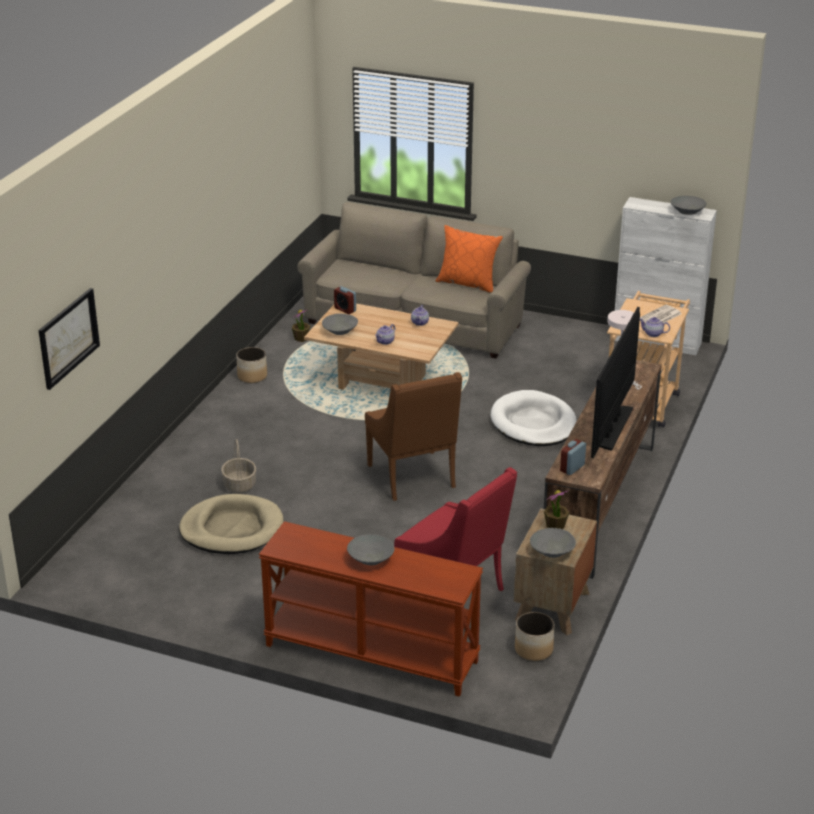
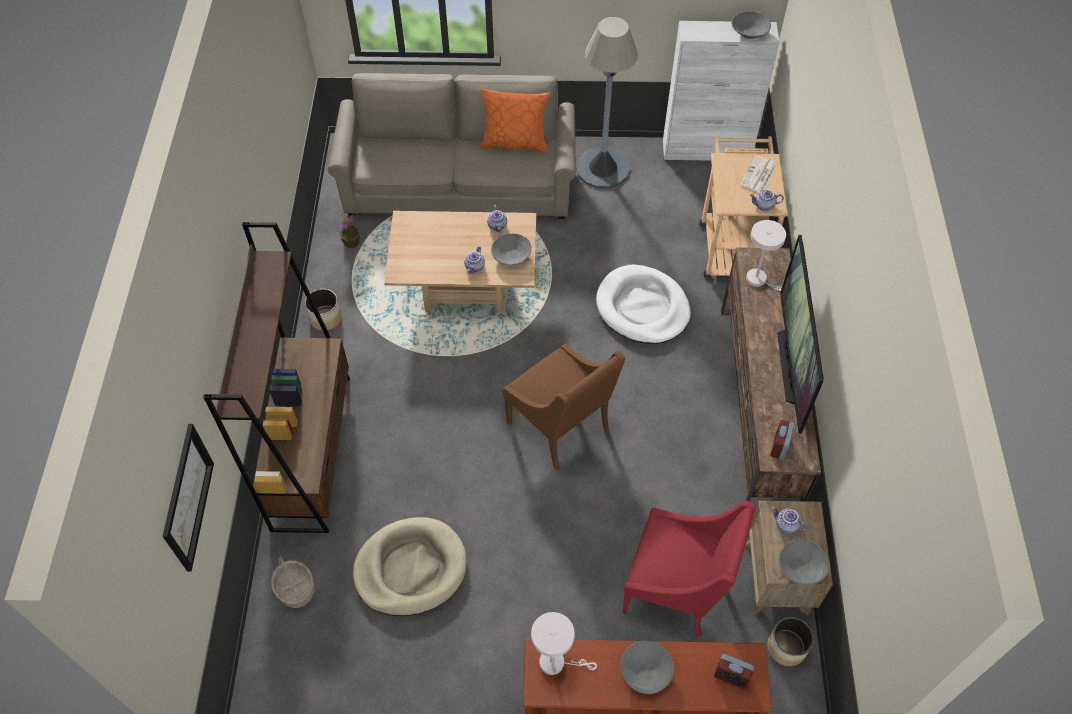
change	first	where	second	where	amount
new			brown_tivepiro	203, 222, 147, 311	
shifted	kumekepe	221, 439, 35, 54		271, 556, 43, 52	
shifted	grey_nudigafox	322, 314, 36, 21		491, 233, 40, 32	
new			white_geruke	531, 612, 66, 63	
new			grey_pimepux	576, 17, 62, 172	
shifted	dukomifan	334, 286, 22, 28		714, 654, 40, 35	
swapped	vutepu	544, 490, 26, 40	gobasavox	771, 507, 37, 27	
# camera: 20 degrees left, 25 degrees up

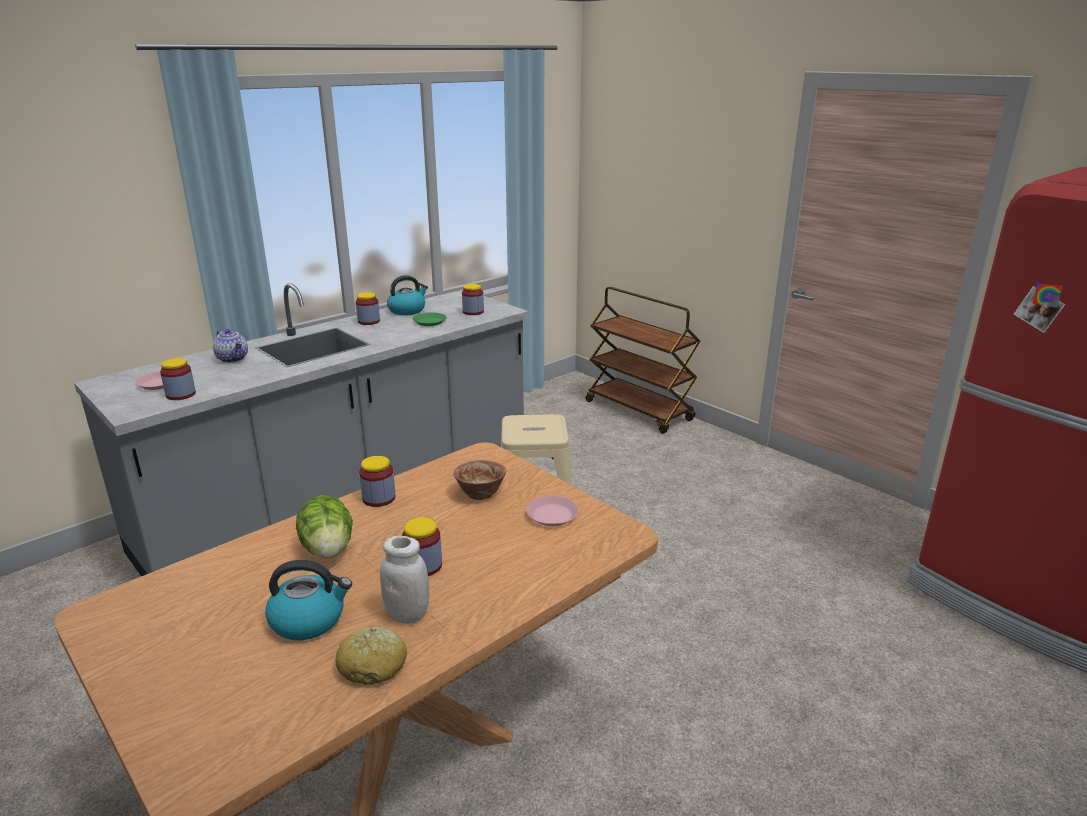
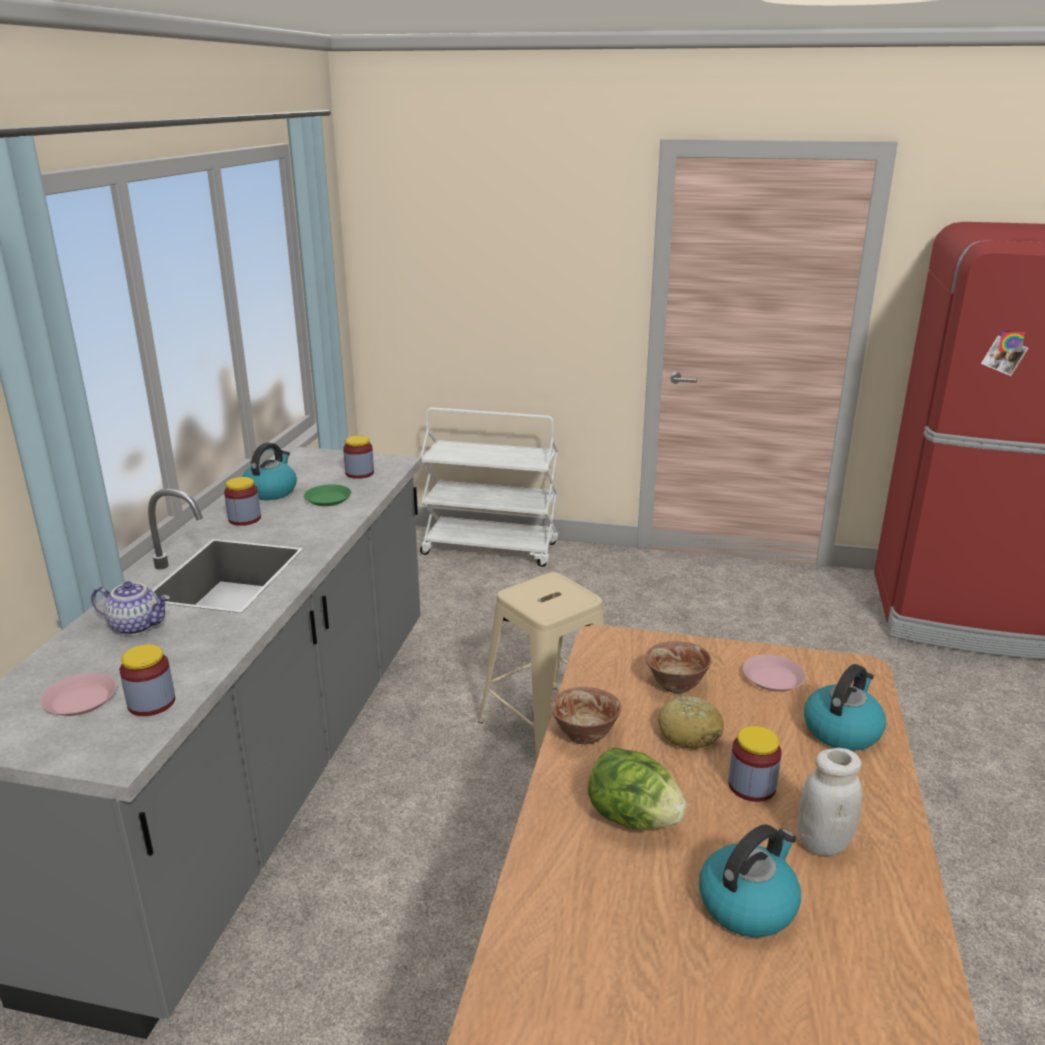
change	first	where	second	where	amount
repainted	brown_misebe	586, 287, 114, 147	white_misebe	420, 408, 138, 159	
swapped	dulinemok	359, 456, 36, 51	nudigafox	550, 687, 71, 57	
shifted	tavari	336, 627, 71, 58		658, 696, 66, 53	
new			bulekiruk	804, 664, 82, 87	
# camera: 35 degrees left, 0 degrees up

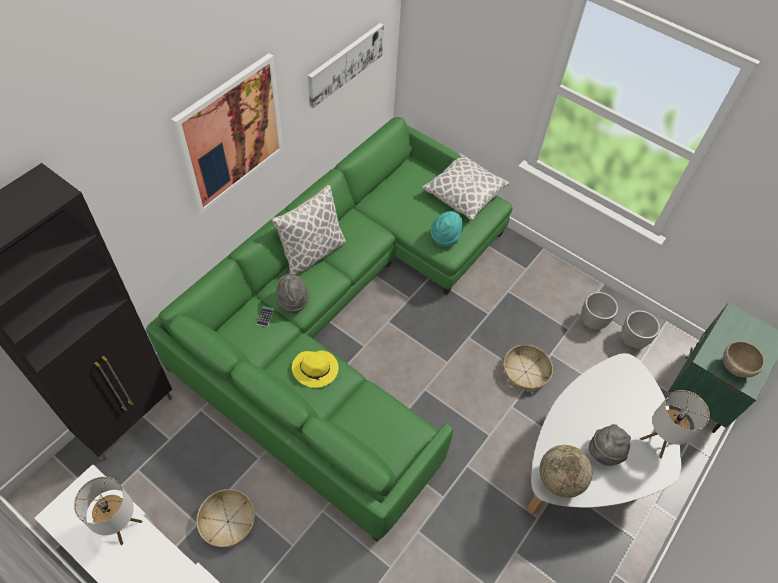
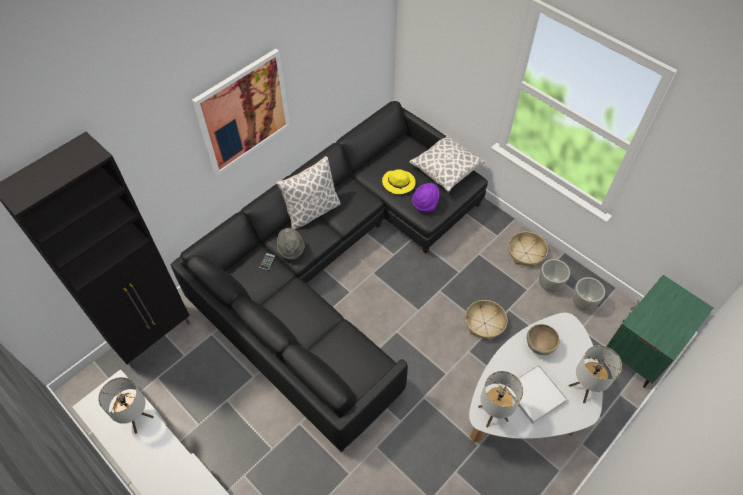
change	first	where	second	where	amount
repainted	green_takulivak	146, 117, 367, 425	black_takulivak	171, 101, 317, 351	
shifted	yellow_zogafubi	292, 350, 47, 38		382, 169, 34, 25	
repainted	turquoise_zogafubi	431, 211, 32, 36	purple_zogafubi	412, 183, 28, 30	
swapped	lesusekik	539, 445, 53, 53	geruke	478, 371, 45, 56	
swapped	grey_zogafubi	589, 424, 42, 42	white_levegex	504, 364, 64, 60	
shifted	kumekepe	197, 489, 58, 58		508, 232, 40, 36	
shifted	brown_nudigafox	723, 341, 41, 37		527, 324, 33, 31	
gone	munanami	308, 23, 76, 85			
# camera: 10 degrees right, 0 degrees up

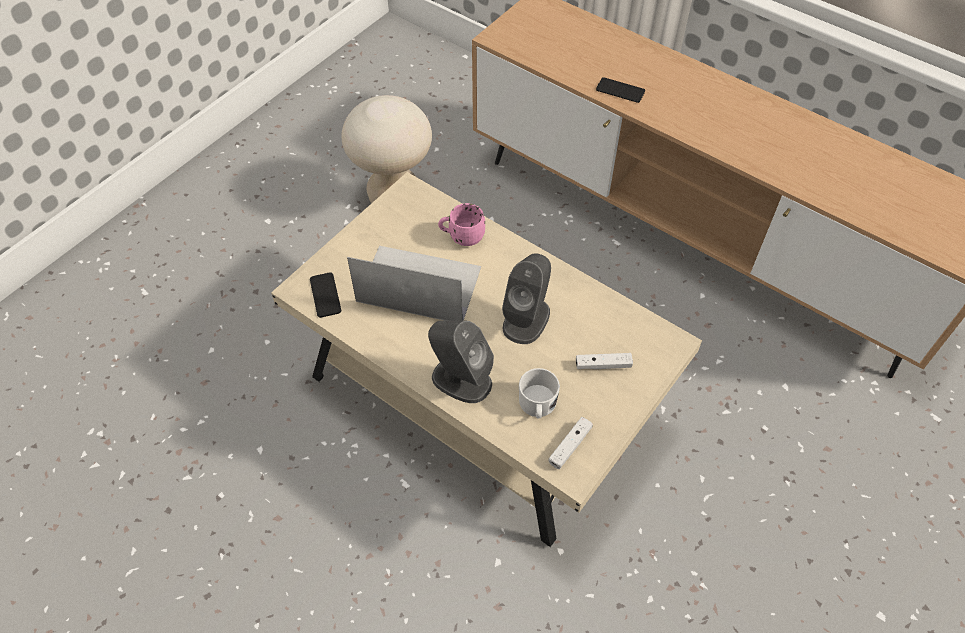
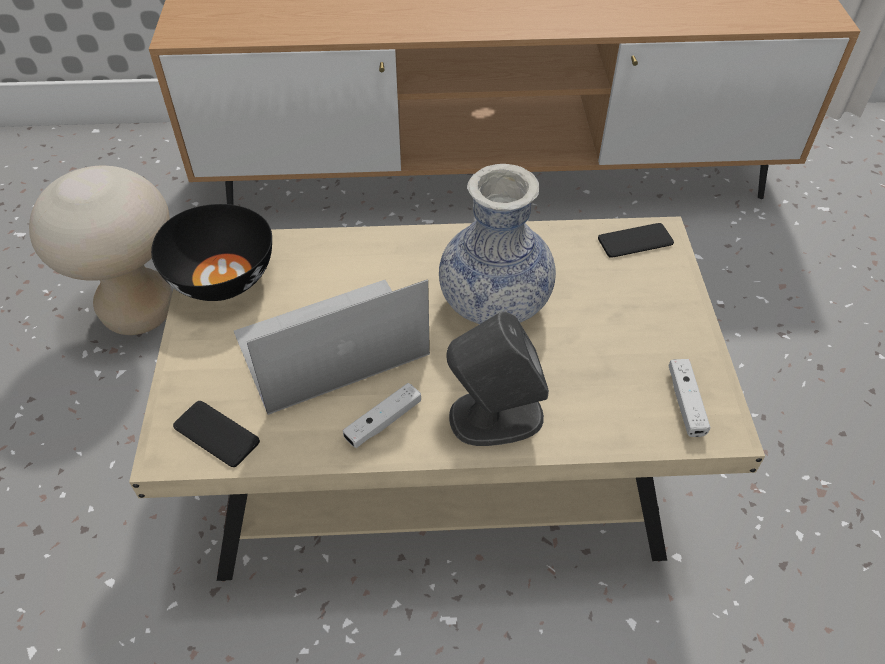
change	first	where	second	where	amount
new			black_nudigafox	151, 204, 121, 97	
shifted	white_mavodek	576, 353, 57, 16		343, 383, 78, 65	
swapped	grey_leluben	502, 253, 49, 91	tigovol	439, 164, 117, 160	
shifted	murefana	596, 77, 49, 26		598, 223, 76, 35	
gone	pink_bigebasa	438, 203, 47, 43			
gone	white_bigebasa	519, 368, 41, 51			
# camera: 40 degrees left, 5 degrees down

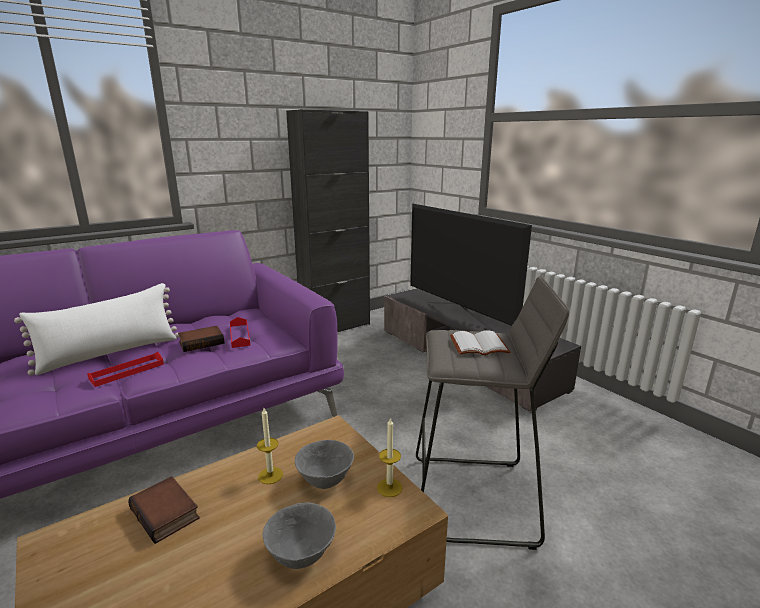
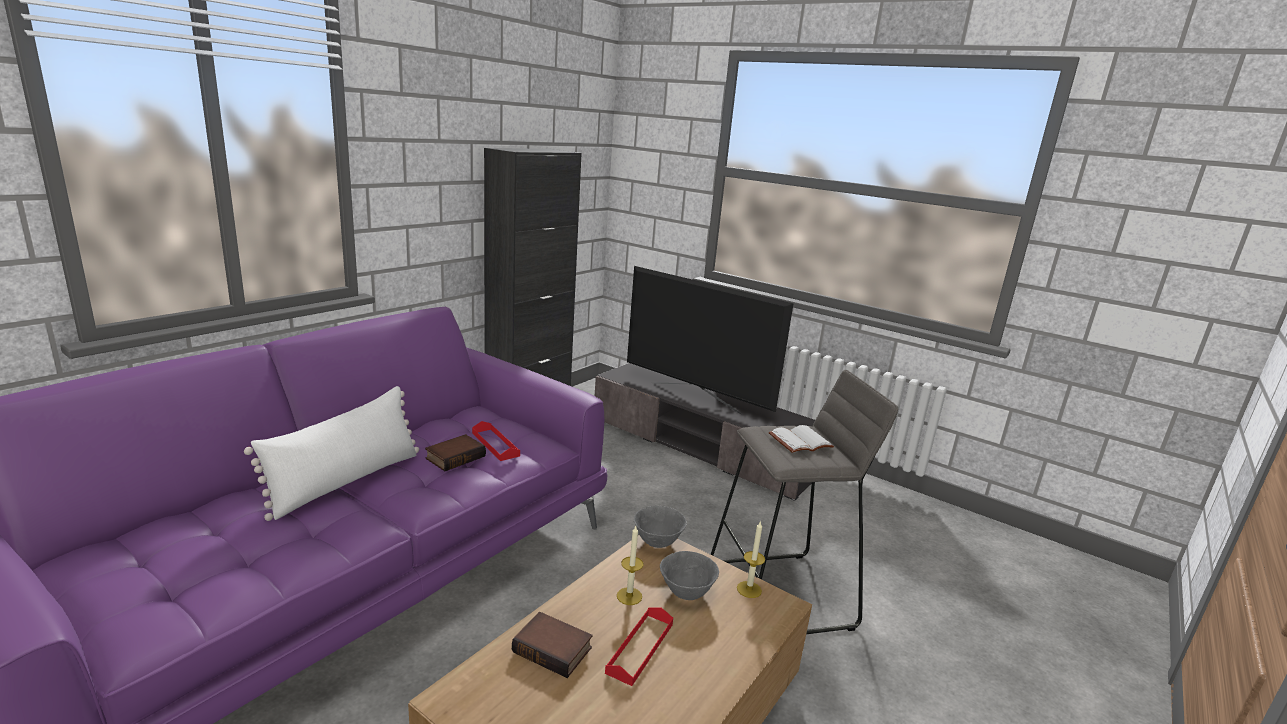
change	first	where	second	where	amount
shifted	red_levegex	87, 352, 77, 35		605, 607, 68, 79	
shifted	grey_nudigafox	262, 502, 74, 67		634, 506, 53, 42	
# camera: 20 degrees left, 0 degrees up

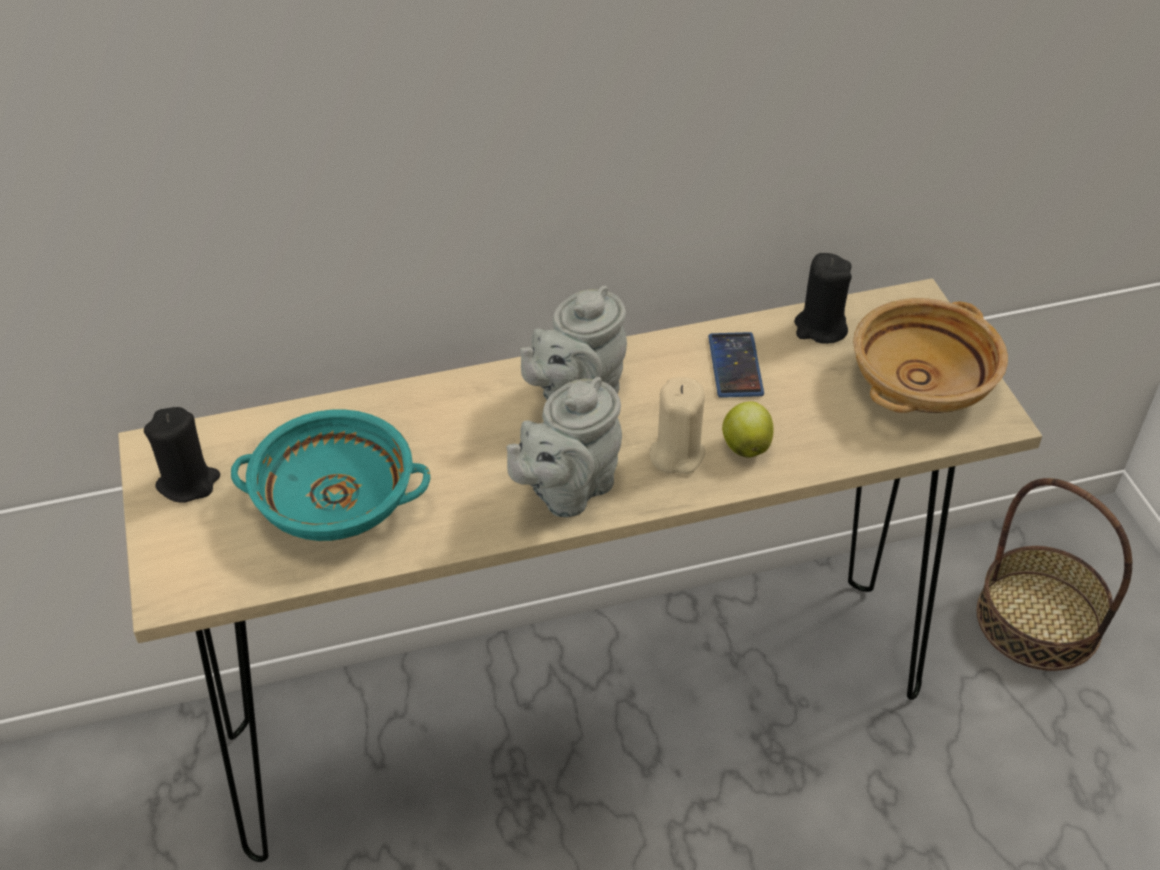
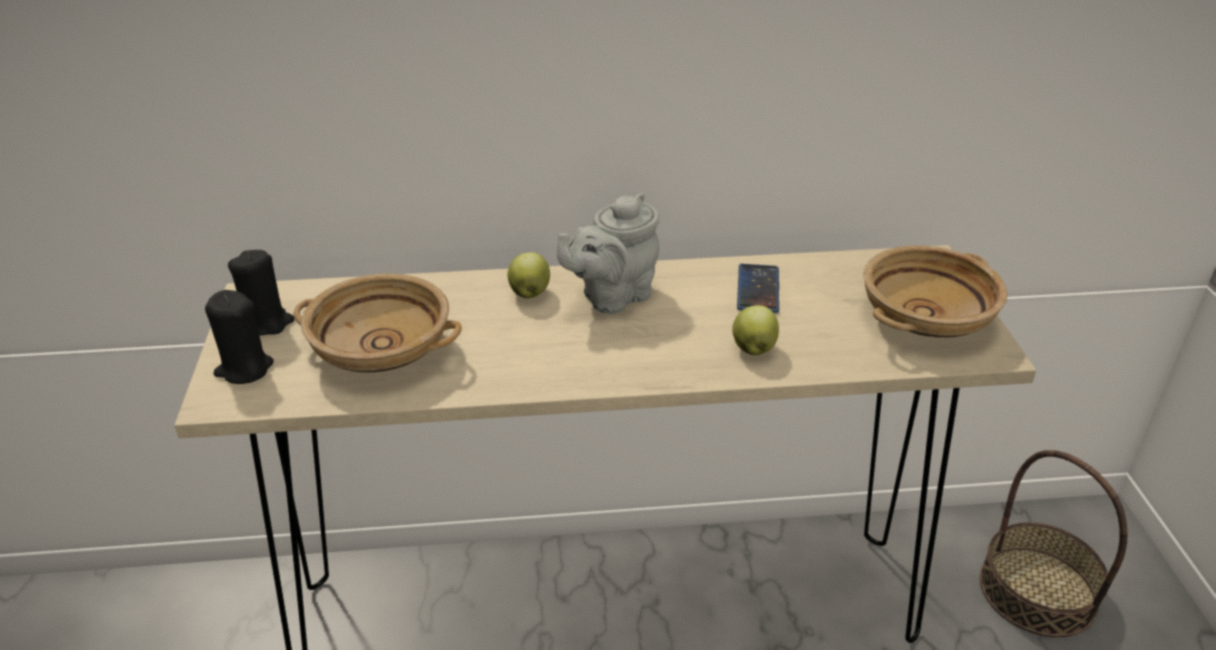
change	first	where	second	where	amount
shifted	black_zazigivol	794, 253, 58, 91		205, 290, 69, 94	
repainted	turquoise_nudigafox	231, 410, 199, 131	beige_nudigafox	293, 273, 169, 100	
new			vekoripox	507, 252, 43, 46	
gone	grey_gobasavox	506, 377, 116, 140			
gone	beige_zazigivol	650, 377, 55, 97			
# camera: 10 degrees right, 10 degrees down

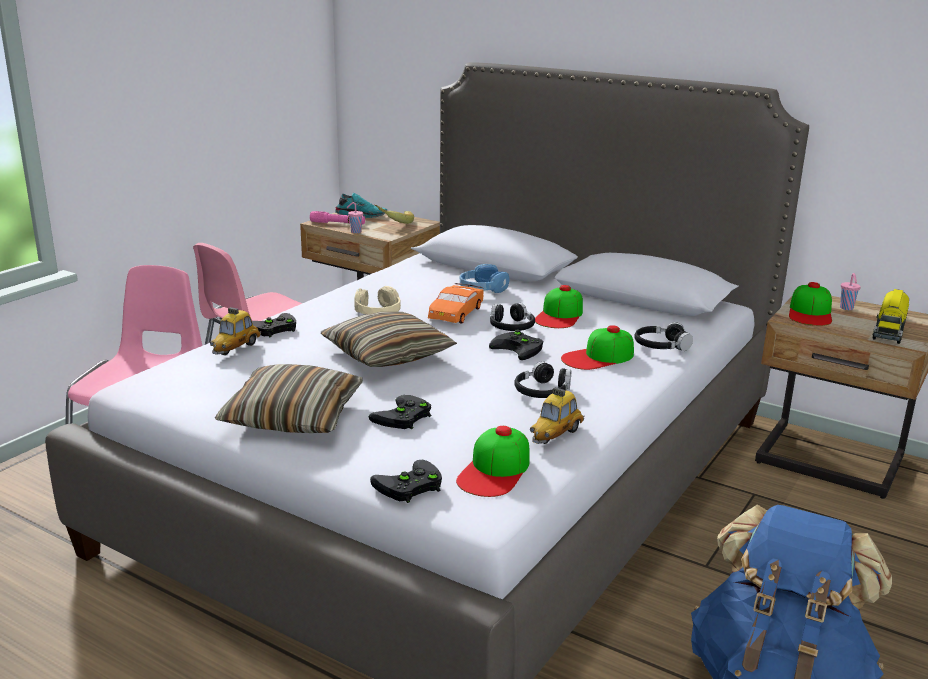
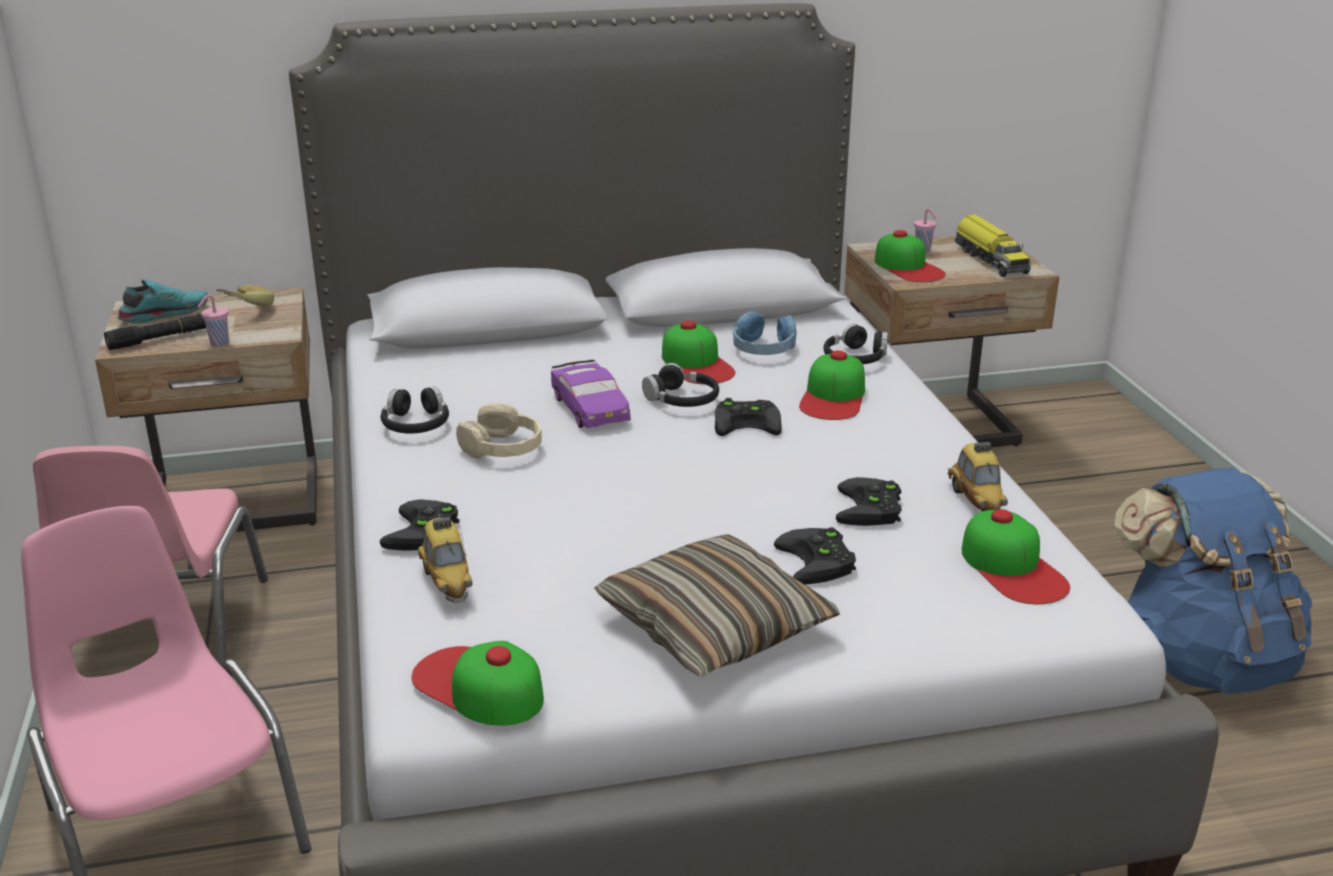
change	first	where	second	where	amount
repainted	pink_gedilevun	310, 211, 55, 14	black_gedilevun	104, 314, 102, 36	
shifted	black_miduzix	514, 361, 57, 37		381, 386, 68, 48	
new			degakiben	412, 641, 132, 85	
repainted	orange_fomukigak	428, 283, 56, 41	purple_fomukigak	551, 360, 80, 68	
shifted	blue_miduzix	460, 264, 50, 29		733, 311, 64, 44	
shifted	black_mavodek	370, 460, 72, 43		836, 477, 66, 49	
gone	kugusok	321, 312, 136, 55			
# camera: 45 degrees left, 5 degrees up

